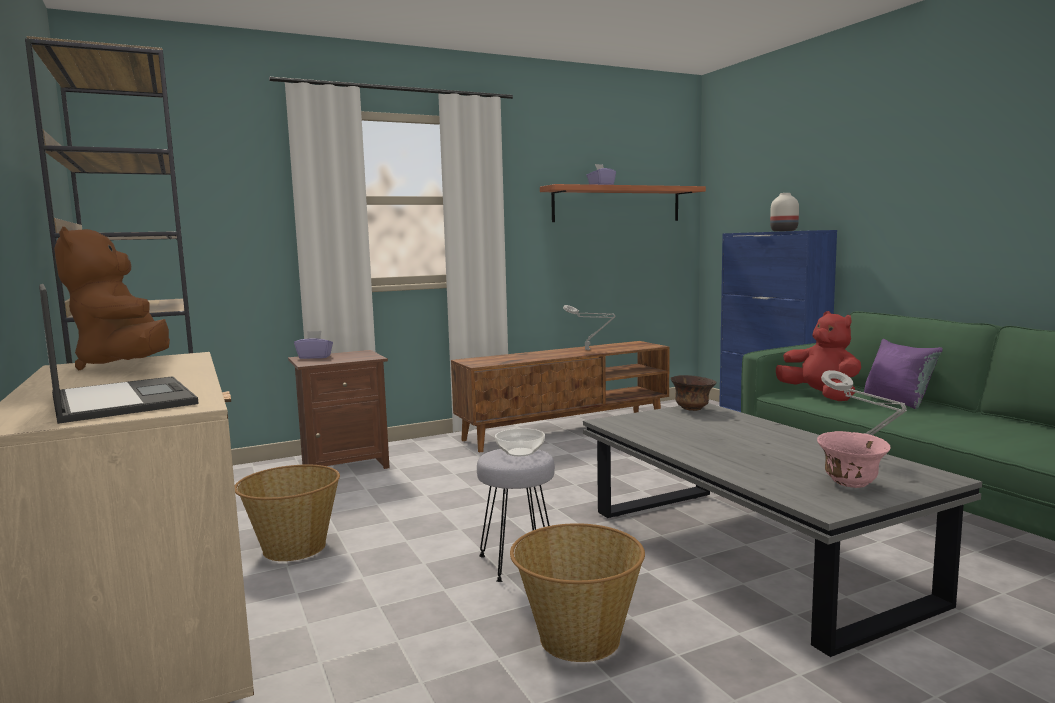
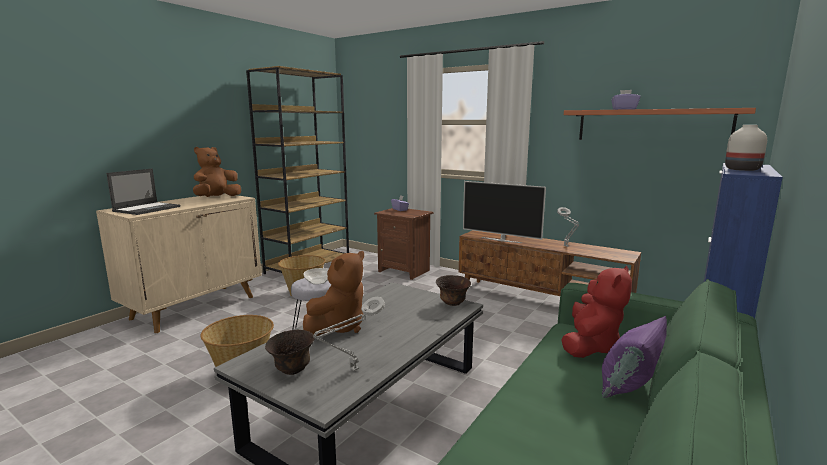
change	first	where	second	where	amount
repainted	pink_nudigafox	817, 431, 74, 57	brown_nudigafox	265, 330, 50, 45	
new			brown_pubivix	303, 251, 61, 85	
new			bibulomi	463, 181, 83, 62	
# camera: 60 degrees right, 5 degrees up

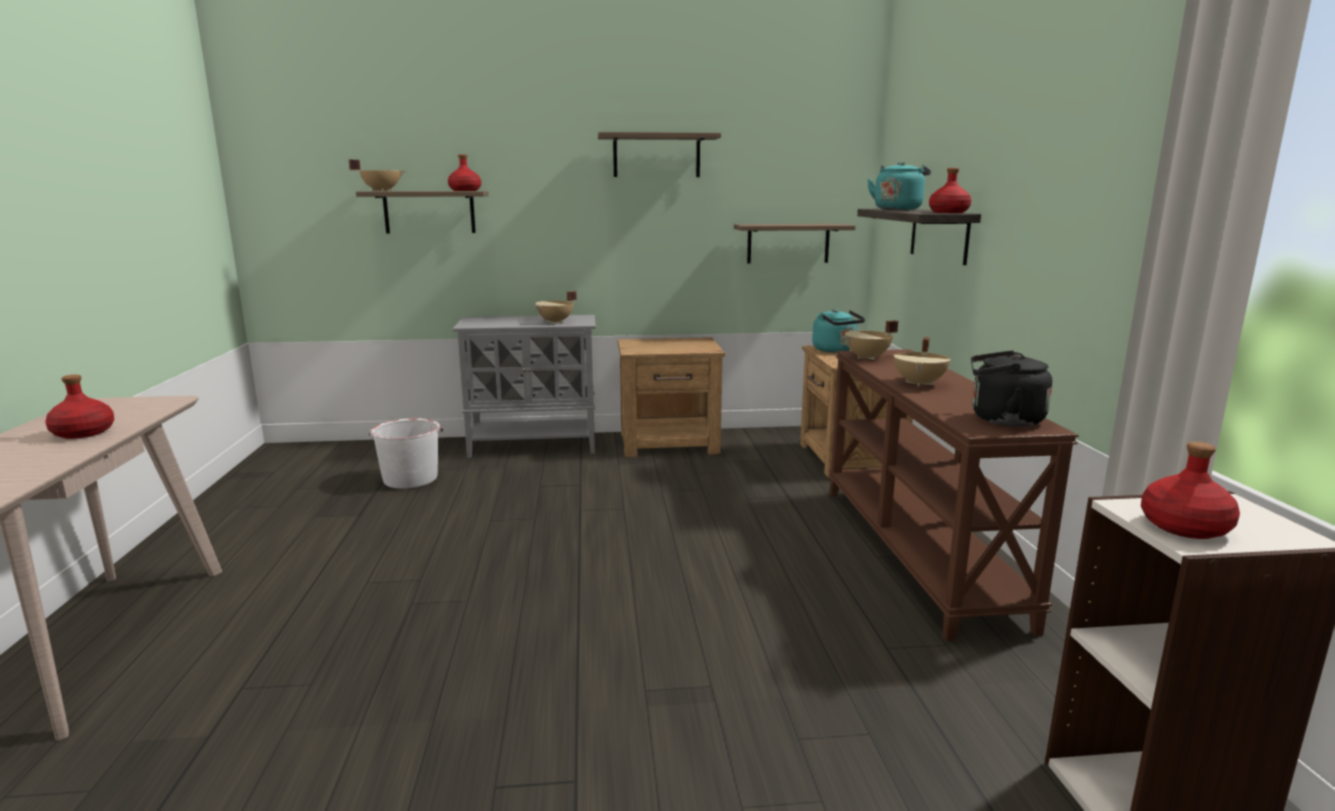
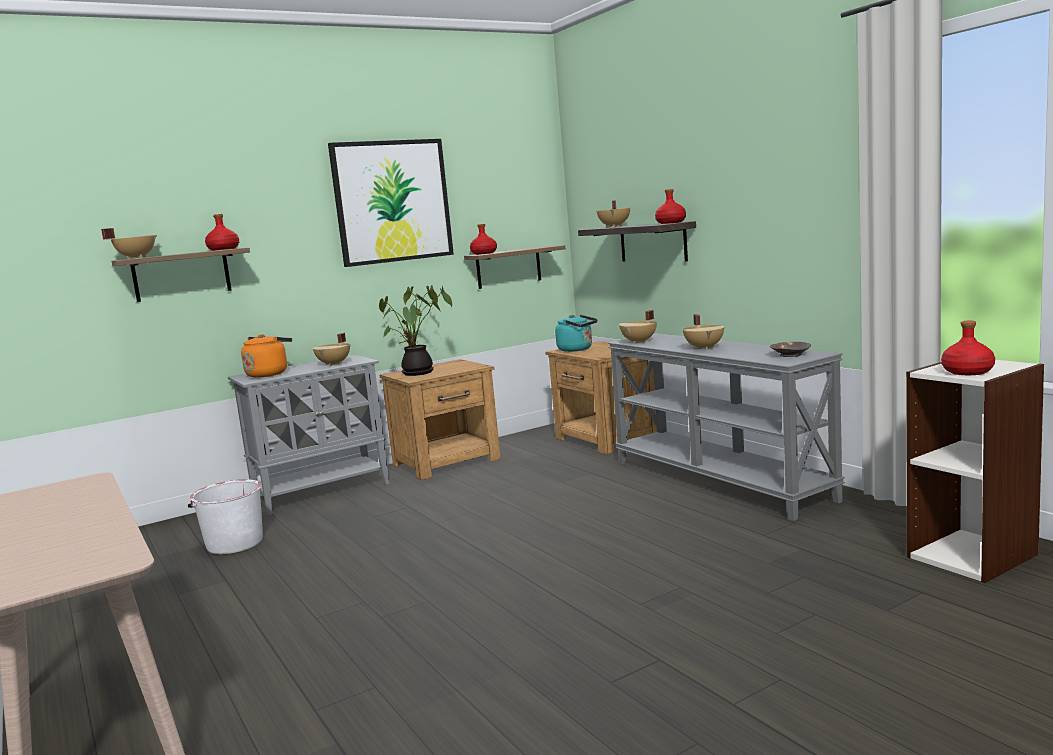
change	first	where	second	where	amount
new			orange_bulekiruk	241, 334, 51, 44	
swapped	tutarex	598, 132, 123, 45	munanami	328, 139, 126, 128	
new			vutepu	379, 285, 73, 91	
shifted	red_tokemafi	45, 374, 69, 65		470, 224, 27, 31	
swapped	turquoise_bulekiruk	867, 162, 64, 48	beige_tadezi	596, 200, 34, 27	
repainted	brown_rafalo	829, 349, 250, 293	grey_rafalo	608, 333, 237, 188	
swapped	black_bulekiruk	971, 351, 82, 75	brown_nudigafox	770, 342, 41, 15	
# camera: 25 degrees left, 5 degrees down

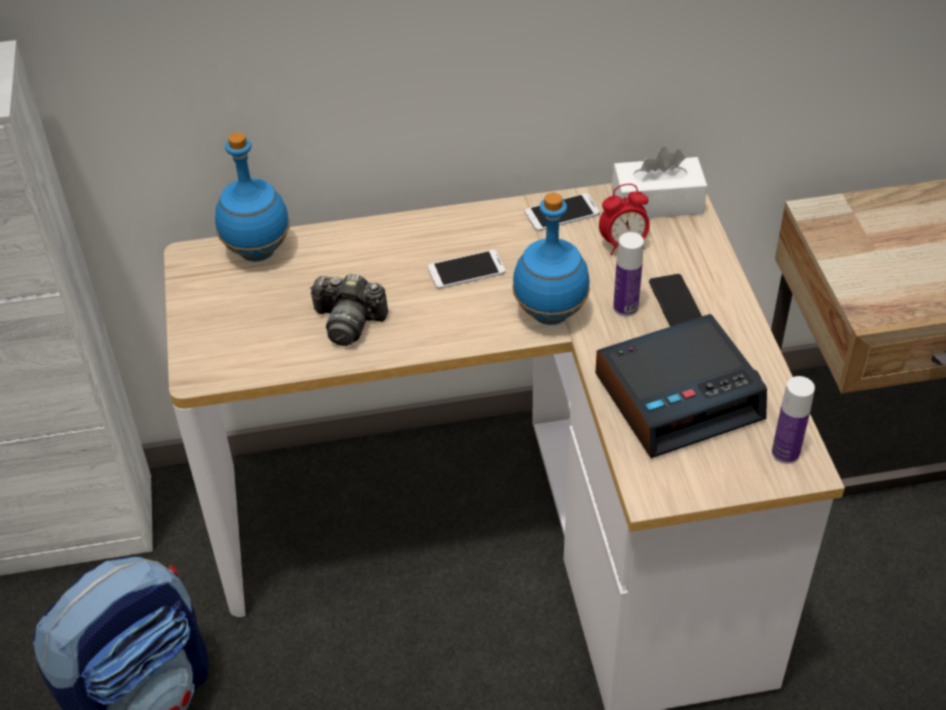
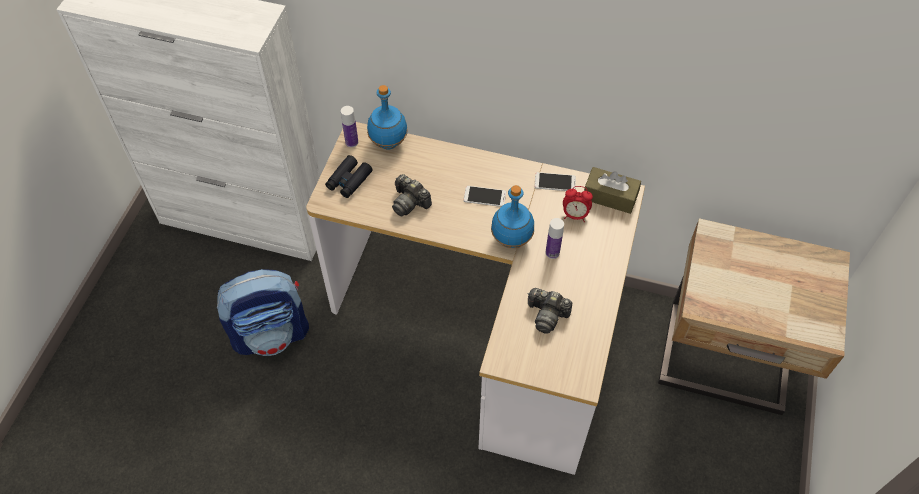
change	first	where	second	where	amount
new			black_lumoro	325, 155, 48, 43	
shifted	tokemafi	772, 376, 43, 88		341, 106, 17, 41	
swapped	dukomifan	596, 314, 171, 144	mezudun	527, 288, 45, 46	
repainted	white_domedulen	612, 147, 95, 71	brown_domedulen	584, 167, 57, 47	
gone	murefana	649, 274, 53, 53			
# camera: 25 degrees right, 10 degrees up

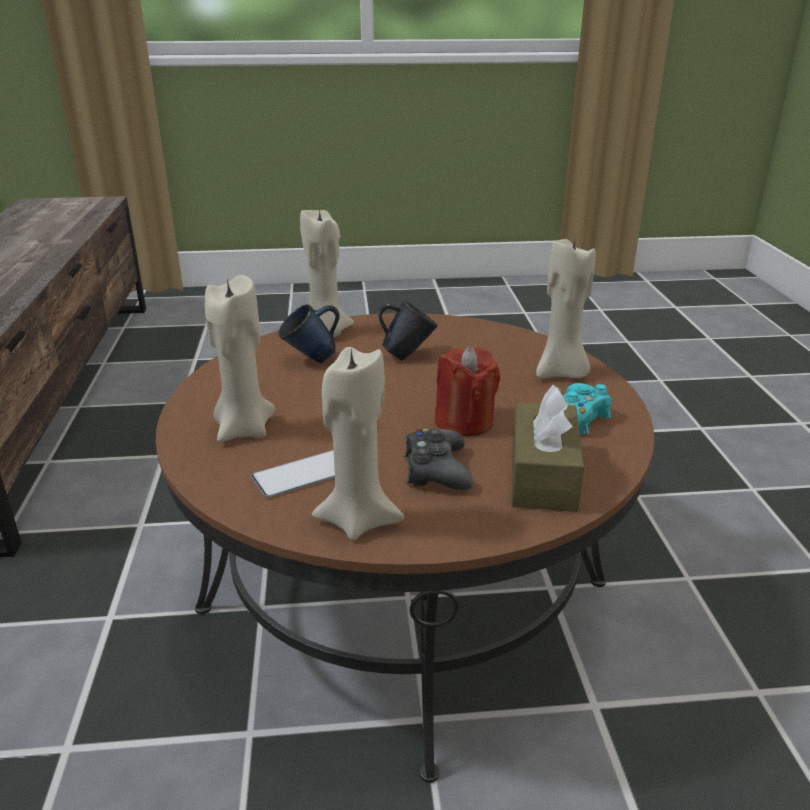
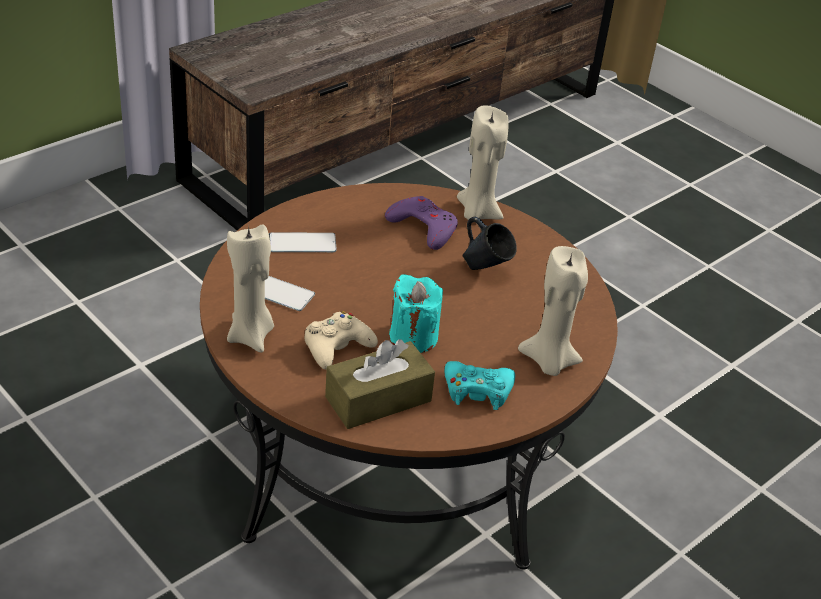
change	first	where	second	where	amount
swapped	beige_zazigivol	205, 275, 70, 167	murefana	269, 232, 68, 20	
repainted	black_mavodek	403, 429, 70, 61	beige_mavodek	305, 311, 73, 58	
swapped	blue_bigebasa	278, 304, 62, 59	purple_mavodek	385, 196, 73, 54	
repainted	red_zazigivol	435, 347, 65, 89	turquoise_zazigivol	389, 274, 54, 79	
# camera: 50 degrees right, 10 degrees up

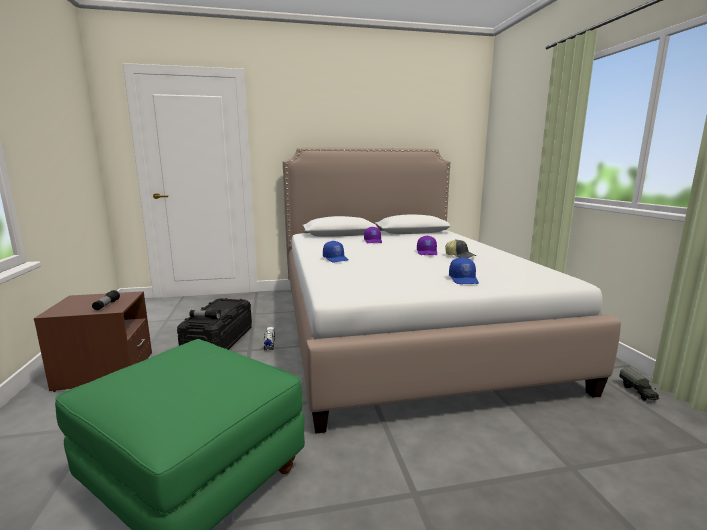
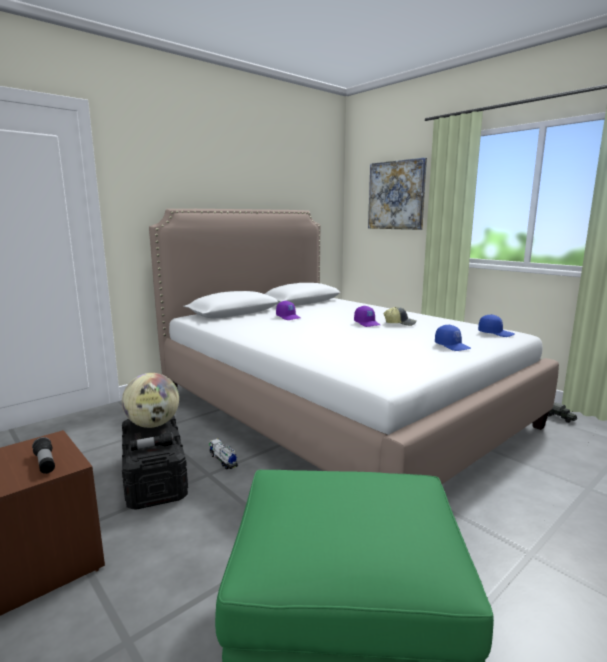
change	first	where	second	where	amount
new			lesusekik	122, 373, 57, 55	
new			munanami	368, 157, 59, 73	
shifted	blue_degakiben	323, 241, 26, 21		478, 314, 36, 23	
# camera: 30 degrees left, 0 degrees up

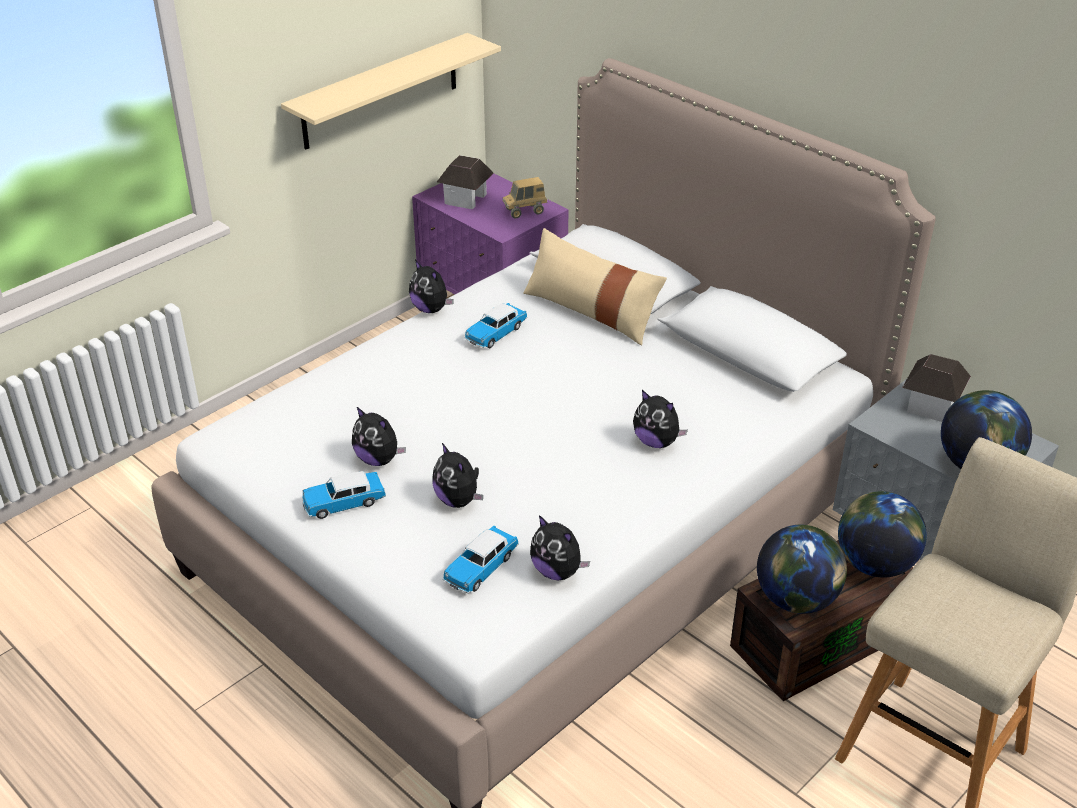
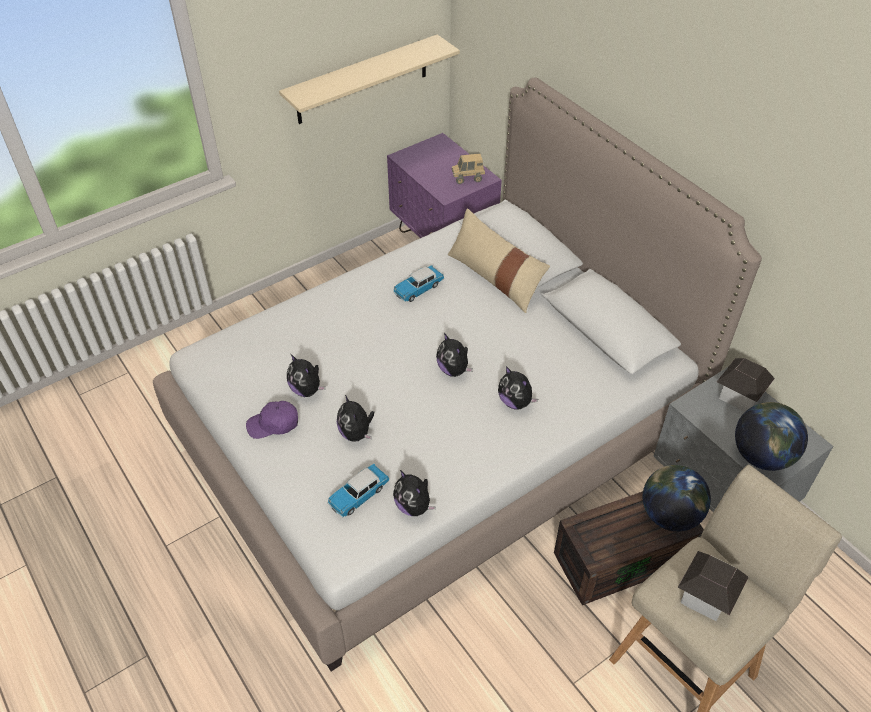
change	first	where	second	where	amount
swapped	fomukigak	302, 471, 84, 48	purple_degakiben	246, 401, 52, 38	
shifted	pubivix	409, 260, 45, 53		436, 333, 37, 44	
shifted	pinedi	437, 155, 57, 54		678, 551, 70, 70	
gone	lesusekik	757, 525, 90, 89			
# camera: 10 degrees right, 10 degrees up

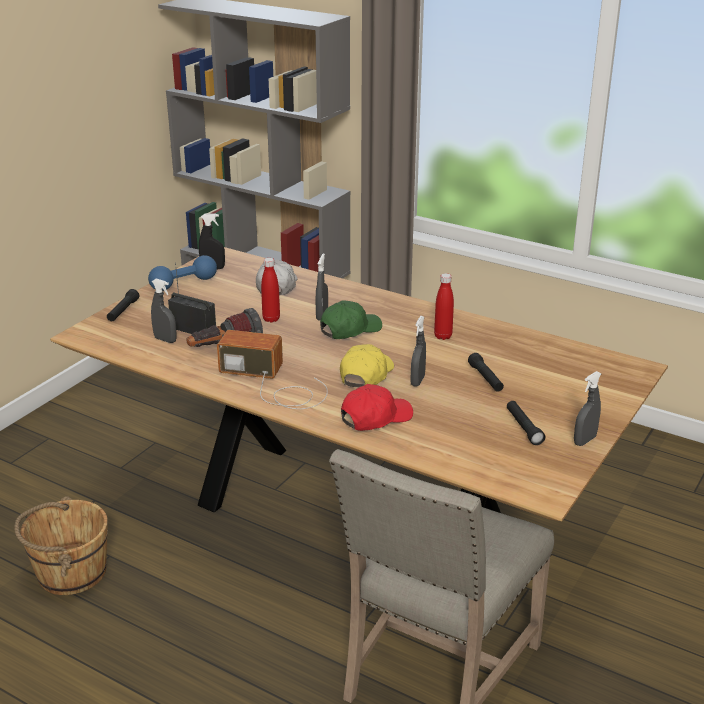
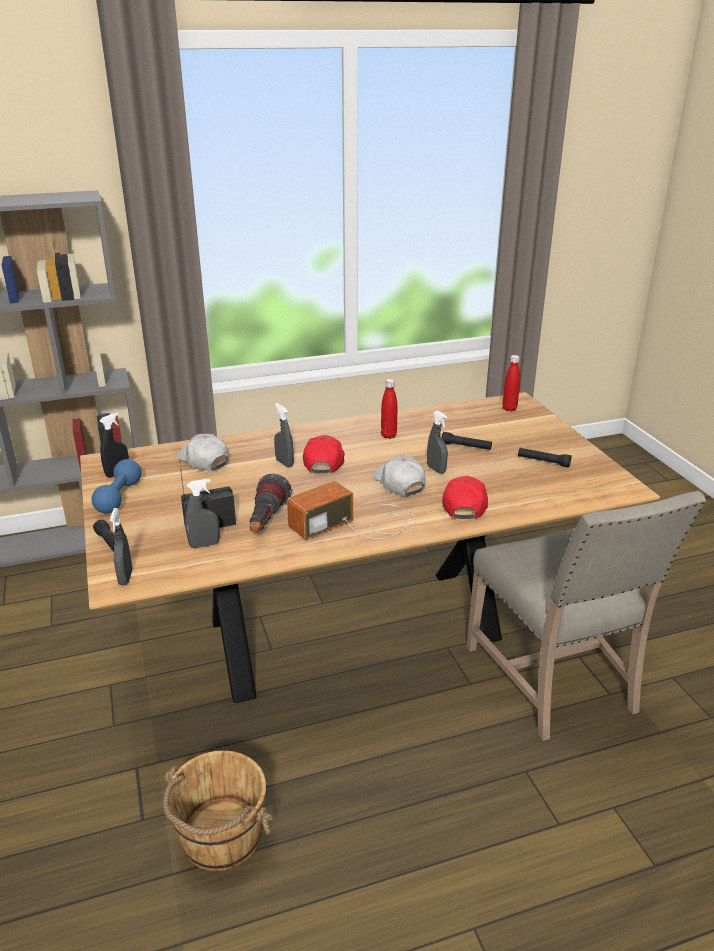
change	first	where	second	where	amount
shifted	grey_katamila	574, 371, 27, 75		110, 508, 22, 77	
repainted	green_degakiben	320, 300, 62, 39	red_degakiben	303, 435, 42, 38	
repainted	yellow_degakiben	340, 344, 54, 44	white_degakiben	373, 455, 53, 41	
shifted	red_tokemafi	261, 258, 19, 64		502, 355, 18, 56	
# camera: 50 degrees left, 0 degrees up

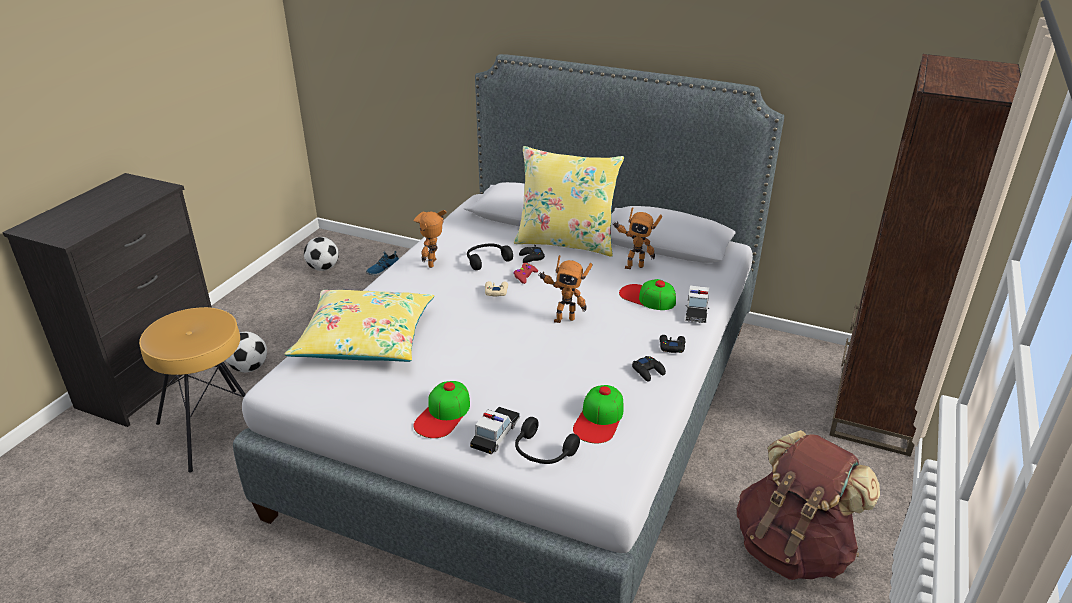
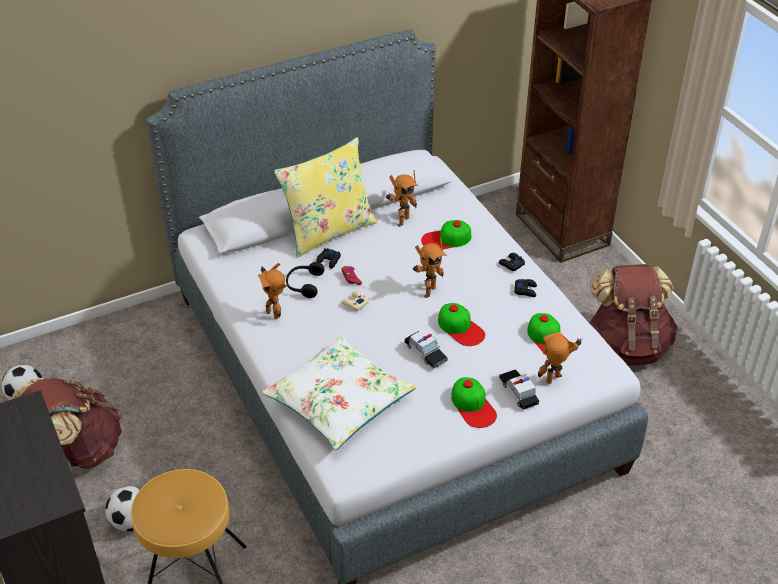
change	first	where	second	where	amount
new			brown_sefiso	12, 378, 110, 91	
repainted	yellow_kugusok	284, 290, 150, 72	white_kugusok	261, 335, 155, 115	
shifted	fomukigak	685, 286, 24, 37		405, 329, 43, 40	
new			degakiben	438, 303, 47, 43	
swapped	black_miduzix	515, 417, 65, 47	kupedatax	538, 332, 44, 52	
gone	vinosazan	366, 251, 33, 25			
# camera: 50 degrees left, 10 degrees up

